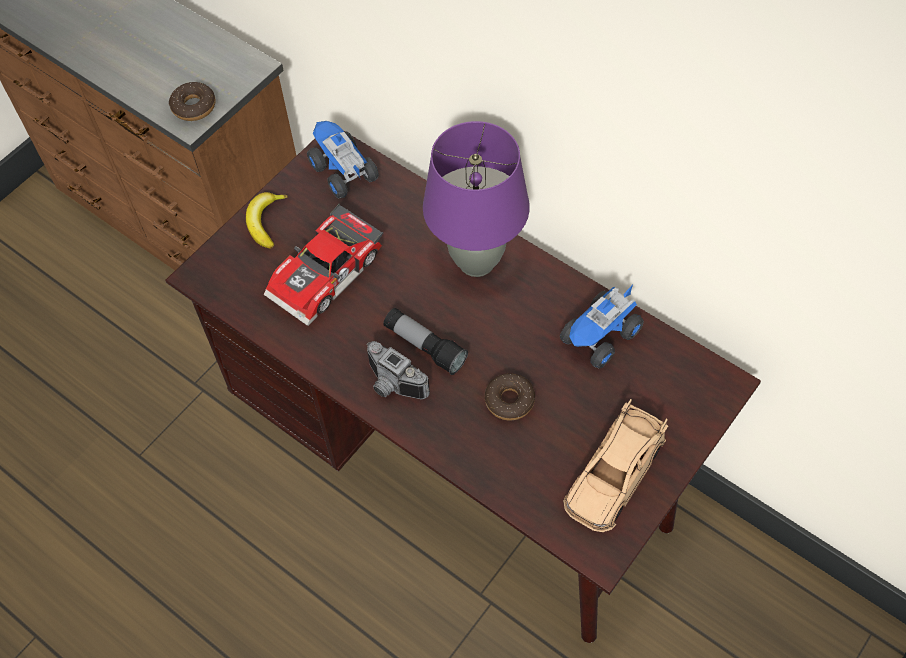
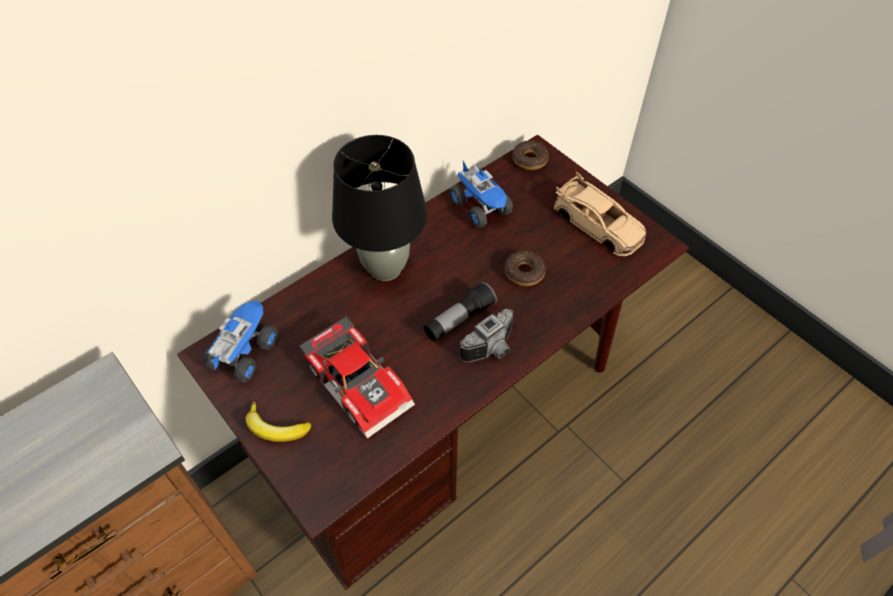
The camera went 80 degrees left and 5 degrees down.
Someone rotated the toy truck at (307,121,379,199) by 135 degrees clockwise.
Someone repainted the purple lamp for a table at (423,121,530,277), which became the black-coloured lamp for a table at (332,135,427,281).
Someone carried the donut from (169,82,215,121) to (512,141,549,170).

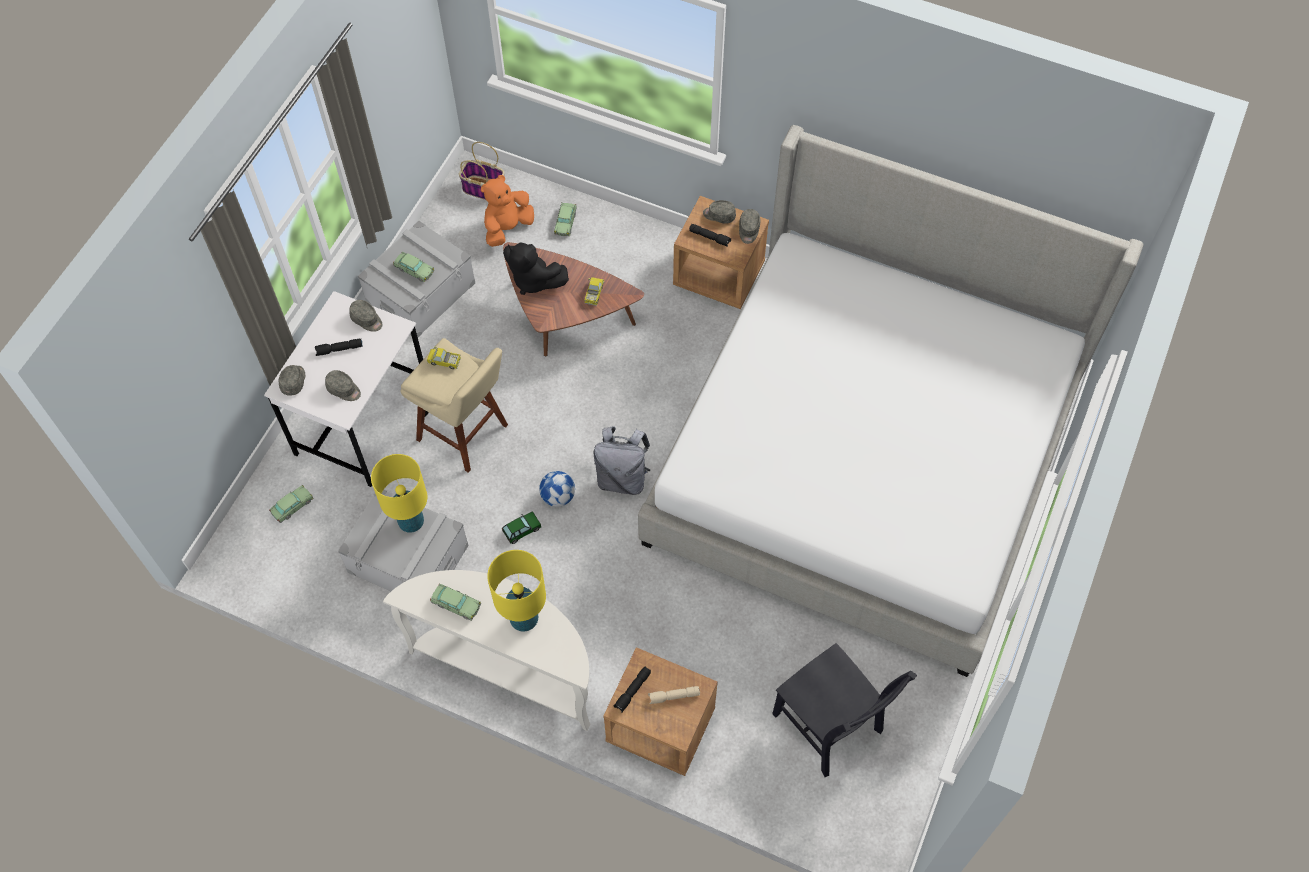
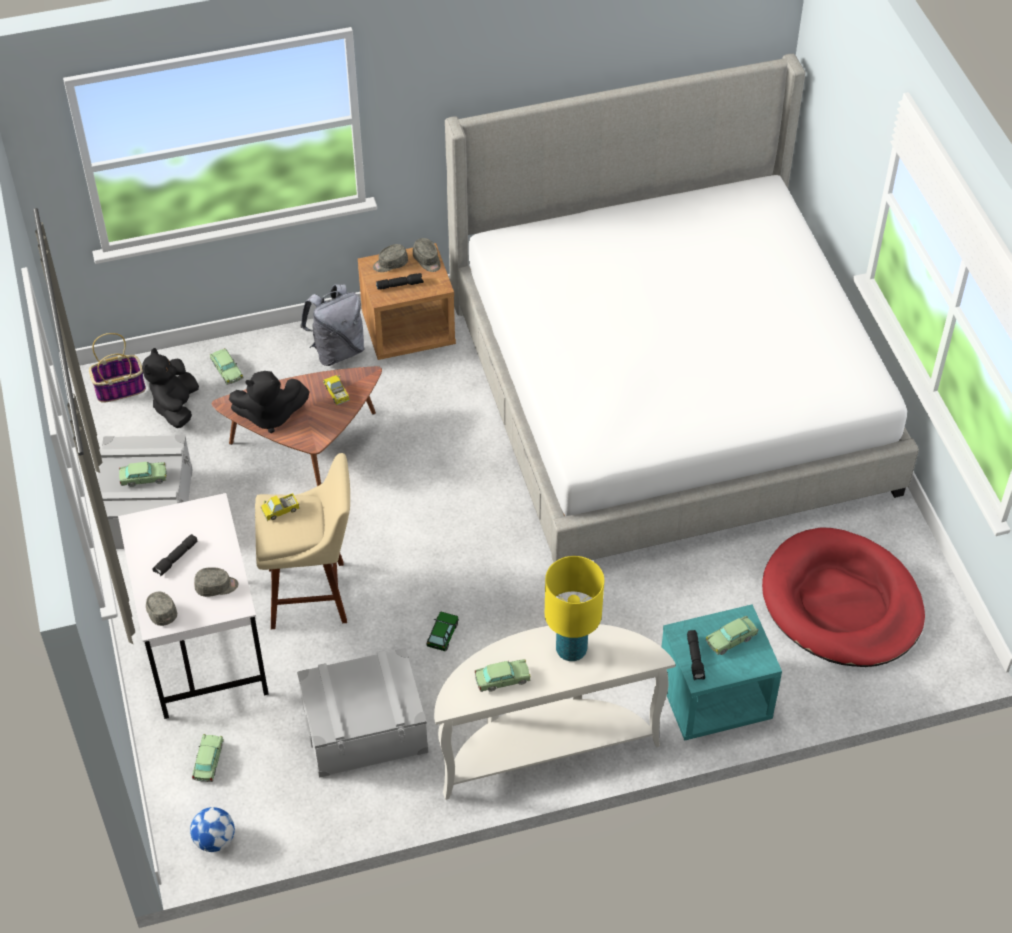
The camera went 40 degrees left and 10 degrees down.
Someone repainted the orange plush toy at (481,175,534,247), which became the black-coloured plush toy at (142,348,199,428).
Someone carried the football ball from (539,471,575,507) to (190,807,235,852).
Someone carried the greyish rucksack from (593,426,650,495) to (300,284,364,366).
Someone repainted the brownish night table at (603,647,718,776), which became the blue-green night table at (661,604,782,741).
Someone swapped the sand-coloured flashlight at (648,686,700,704) for the model car at (705,616,758,655).
Someone swapped the black-coloured upright chair at (772,643,917,777) for the red pet bed at (762,527,925,667).
Someone took away the greyish peaked cap at (349,300,382,332).
Someone took away the yellow lamp for a table at (371,454,427,533).

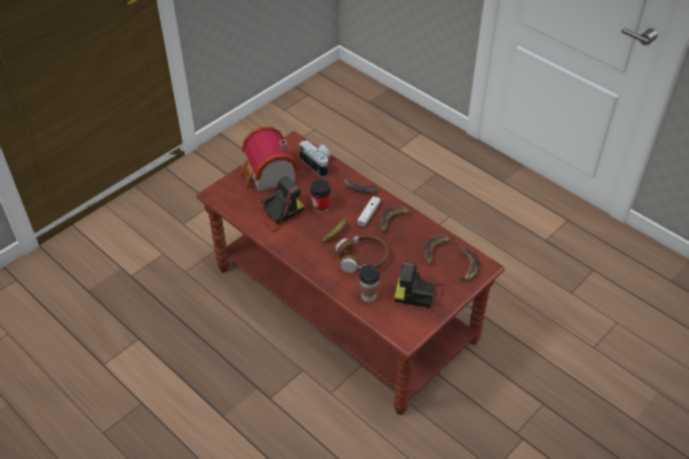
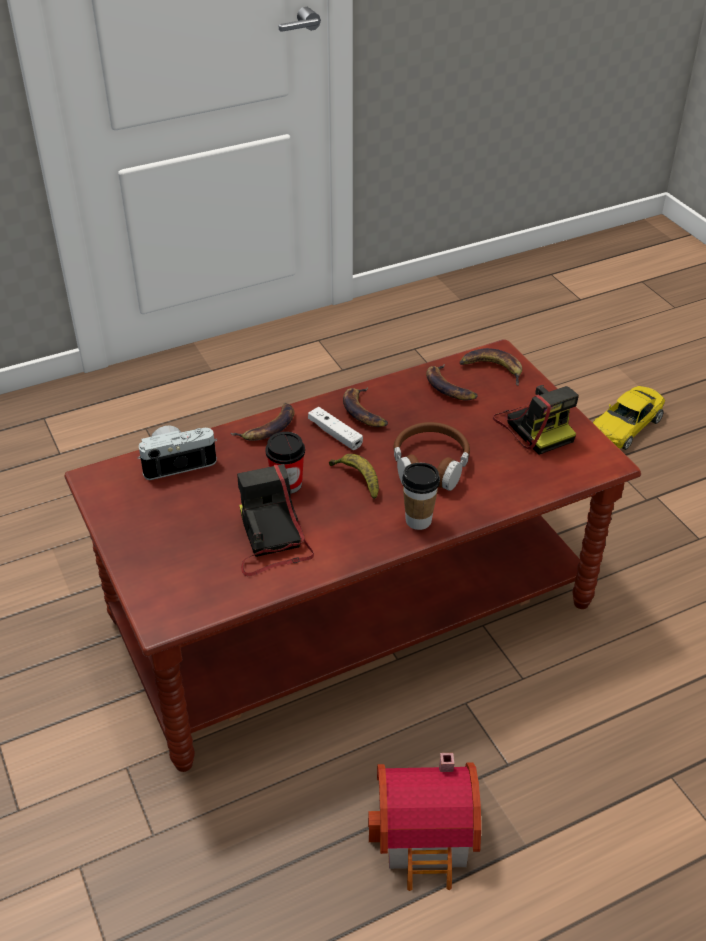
The camera went 70 degrees left and 5 degrees down.
Someone carried the model house from (239,126,299,192) to (368,753,481,891).
Someone carried the drinking cup from (359,265,380,302) to (402,463,440,530).
Someone rotated the still camera at (395,260,444,317) by 60 degrees counterclockwise.
Someone put down the yellow model car at (592,386,665,450).

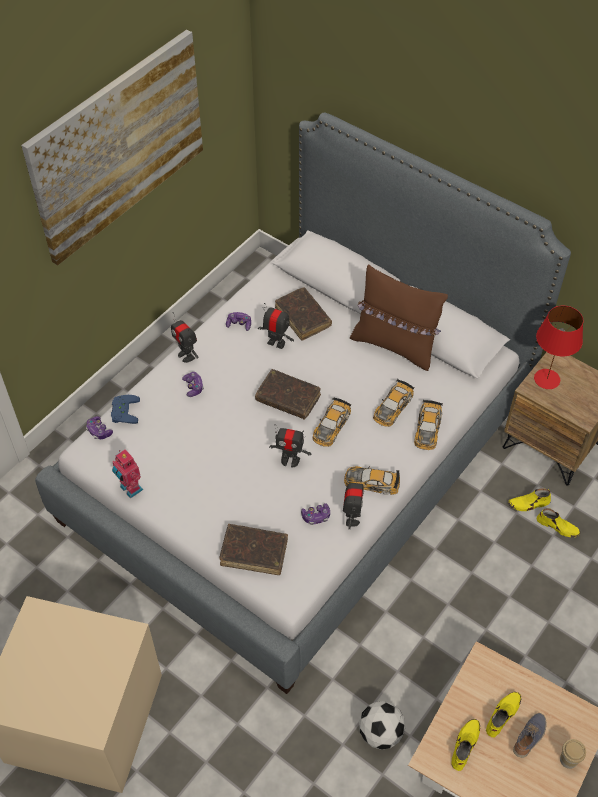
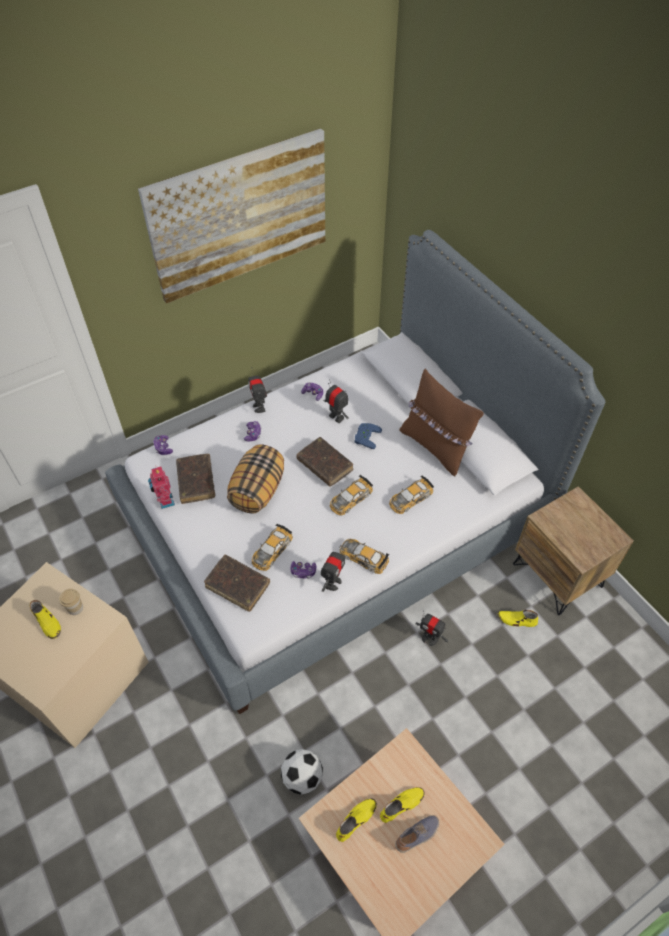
The camera went 20 degrees right and 0 degrees up.
Someone carried the yellow item of footwear from (536,508,580,537) to (30,600,61,639).
Someone carried the drinking cup from (560,739,586,769) to (59,589,83,615).
Someone carried the brownish book from (275,287,332,341) to (176,454,215,504).
Someone put down the throw pillow at (227,444,284,514).
Someone carried the model car from (414,400,443,450) to (252,524,293,571).
Someone carried the bluish game controller from (111,395,140,424) to (355,423,382,449).
Someone carried the model robot from (269,424,312,467) to (415,611,448,646).
Someone took away the red lamp for a table at (534,306,583,389).

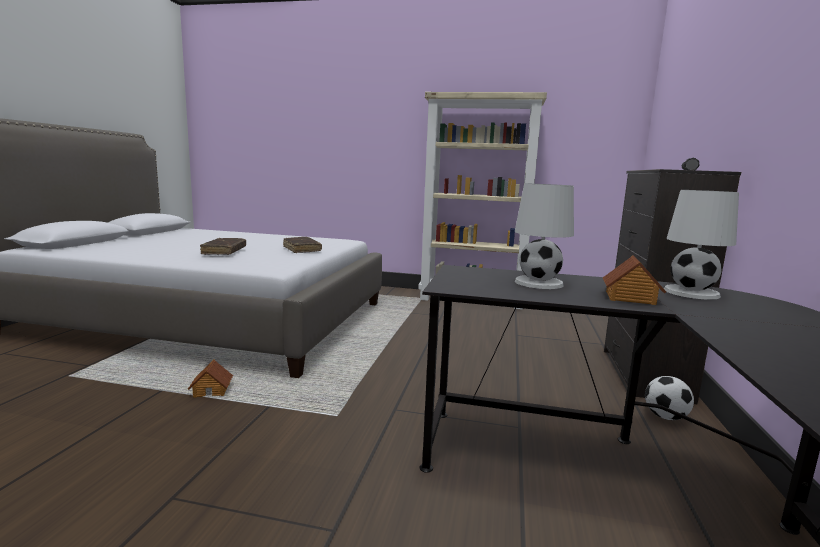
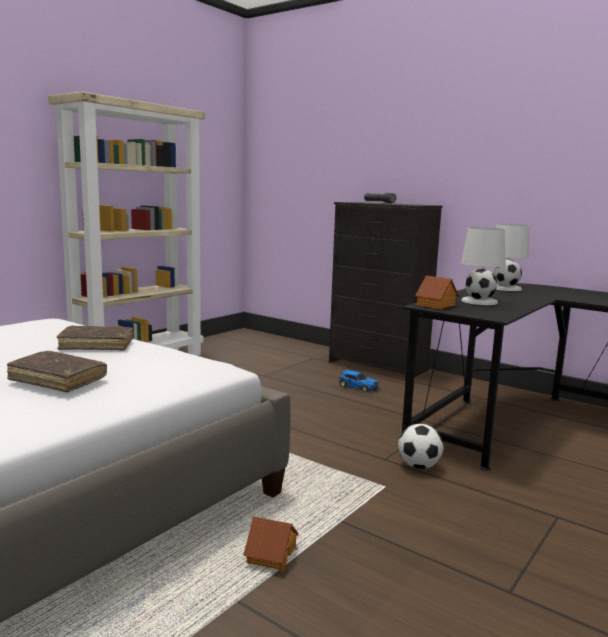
The camera went 65 degrees left and 0 degrees up.
Someone put down the model car at (339,369,379,392).
Someone carried the football ball from (645,376,694,420) to (398,424,443,469).
Someone carried the model house from (603,256,666,305) to (415,276,459,309).

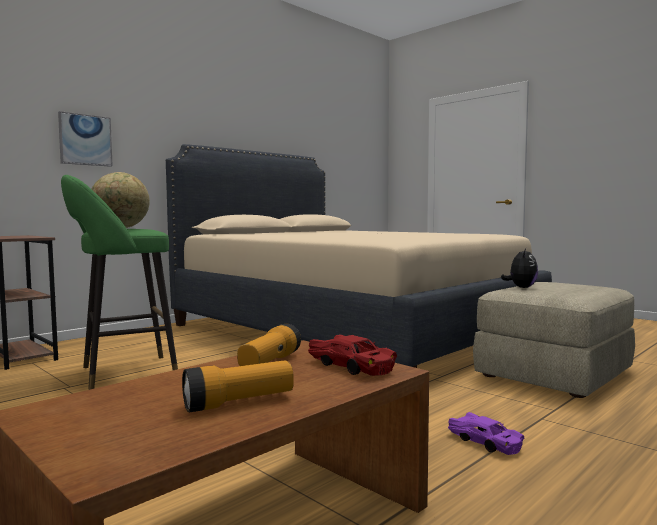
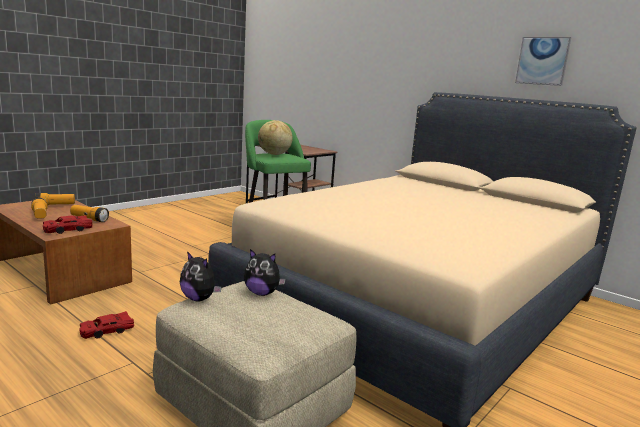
The camera went 85 degrees right and 10 degrees up.
Someone put down the flashlight at (35,193,75,206).
Someone repainted the purple model car at (448,412,524,455), which became the red model car at (79,311,134,339).
Someone put down the plush toy at (180,251,221,302).
Someone carried the wall picture from (58,111,113,167) to (515,37,571,86).

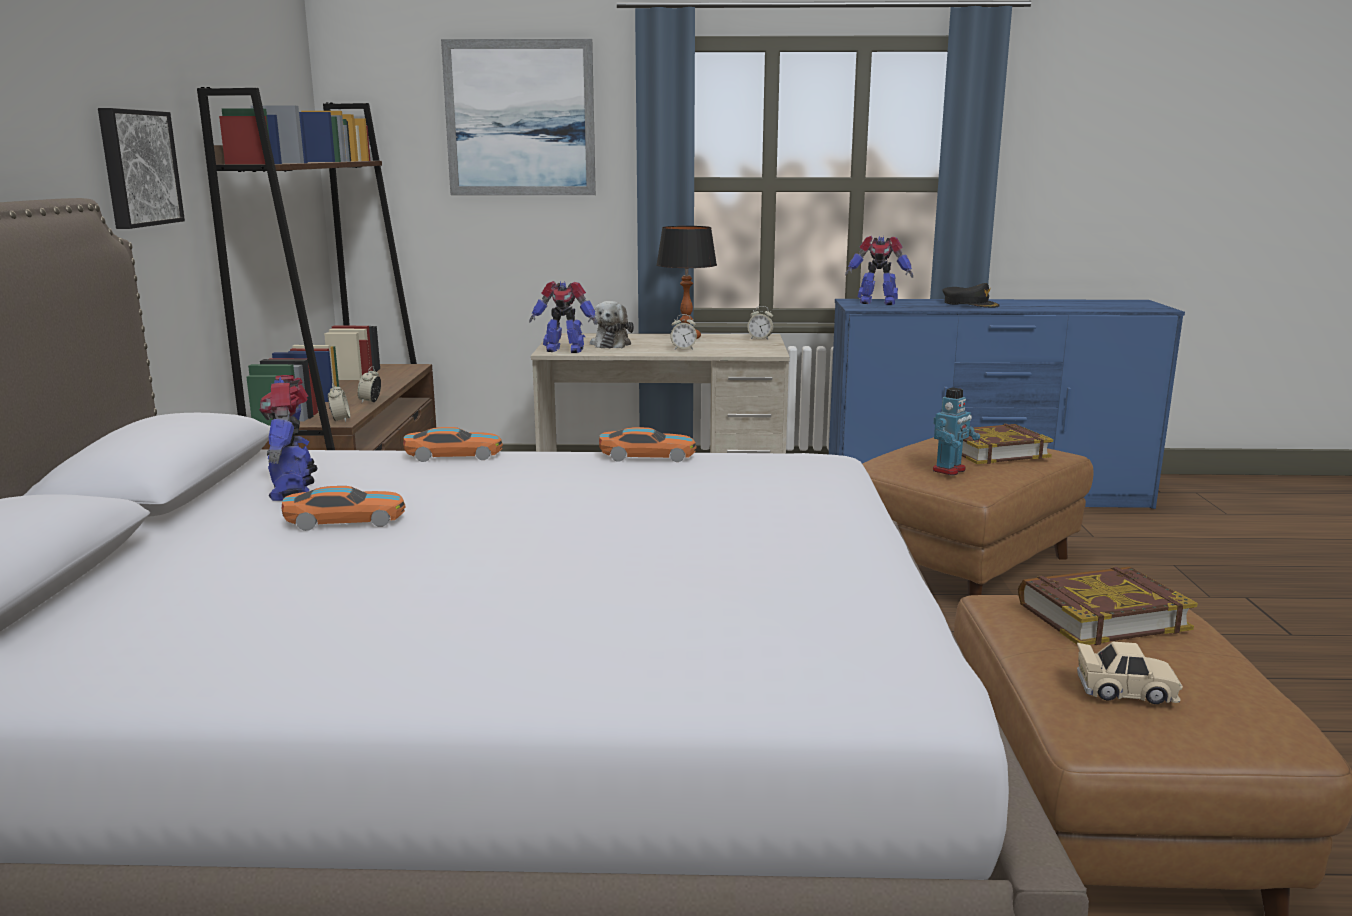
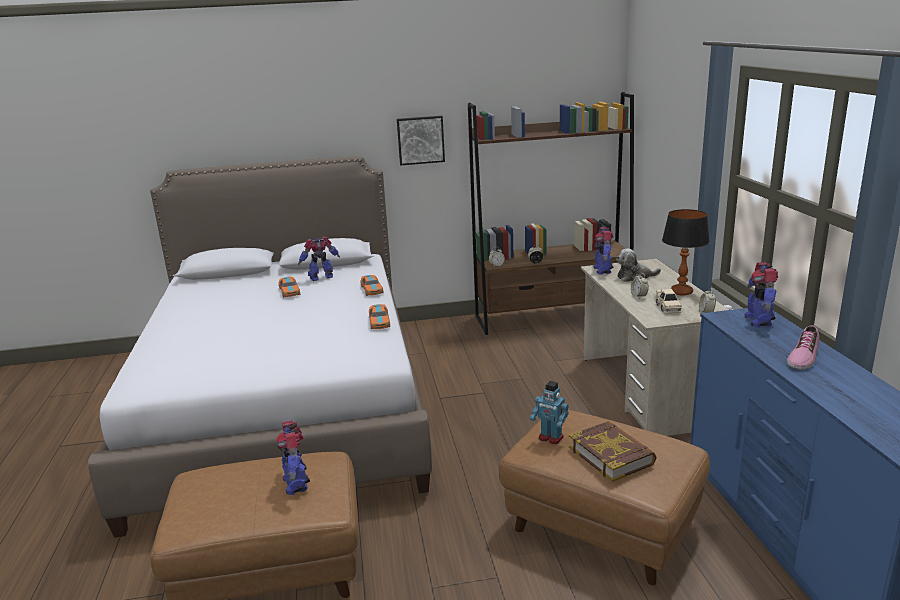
The camera went 80 degrees right and 5 degrees up.
Someone swapped the book at (1018,566,1198,645) for the model robot at (276,420,310,495).
Someone carried the sand-coloured model car from (1077,642,1183,704) to (656,289,682,313).
Someone swapped the black-coloured peaked cap at (943,283,1000,308) for the item of footwear at (787,325,819,370).
Someone took away the wall picture at (441,39,596,195).

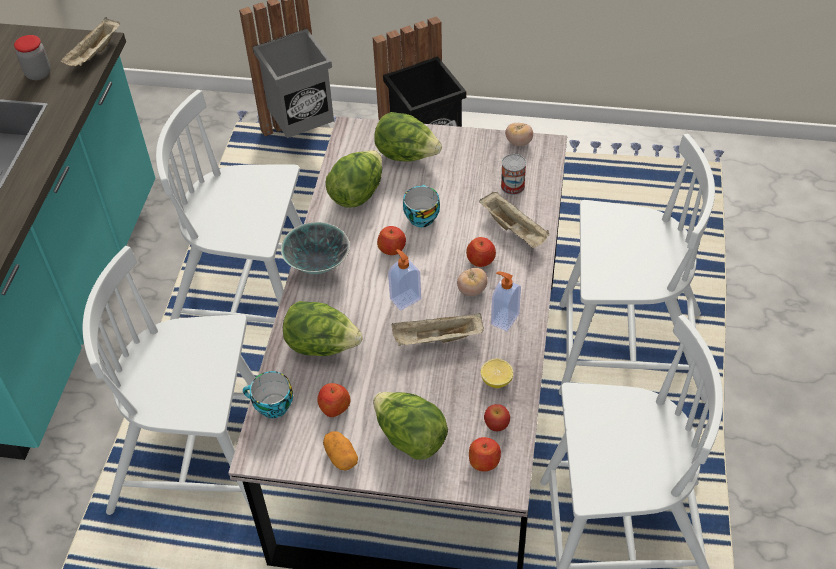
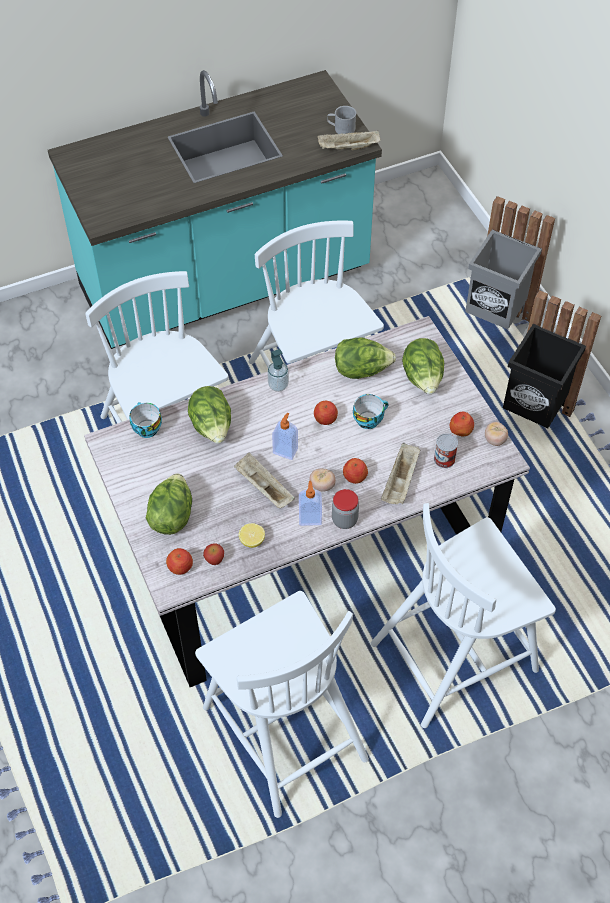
The camera went 55 degrees right and 5 degrees up.
Someone swapped the serving bowl at (281,222,350,274) for the soap bottle at (267,349,289,392).
Someone put down the greyish mug at (327,106,356,134).
Someone carried the storage jar from (14,35,51,80) to (332,489,359,529).
Someone rotated the white-coloured upright chair at (559,134,715,402) by 90 degrees clockwise.
Someone carried the whole apple from (317,383,351,417) to (450,412,474,436).
Someone took away the spud at (323,431,358,471).

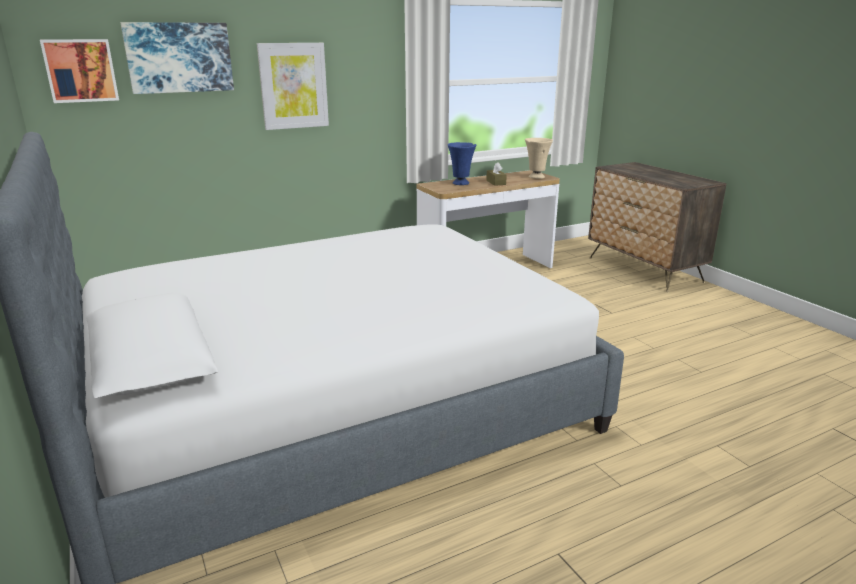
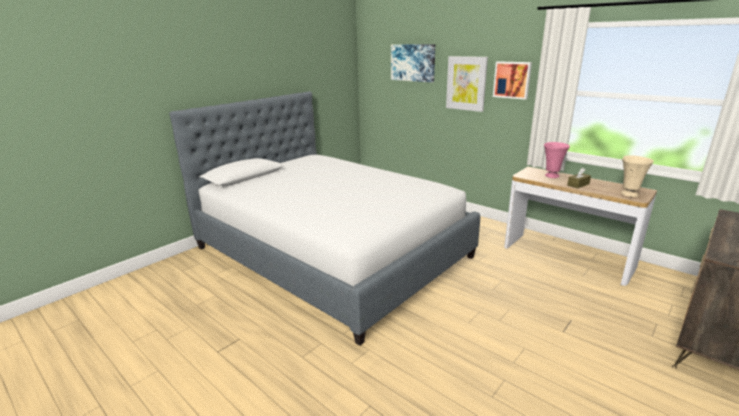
The camera went 70 degrees right and 0 degrees up.
Someone carried the wall picture from (40,39,119,103) to (493,61,532,100).
Someone repainted the bluish vase at (448,142,476,185), which became the pinkish vase at (544,142,570,178).

